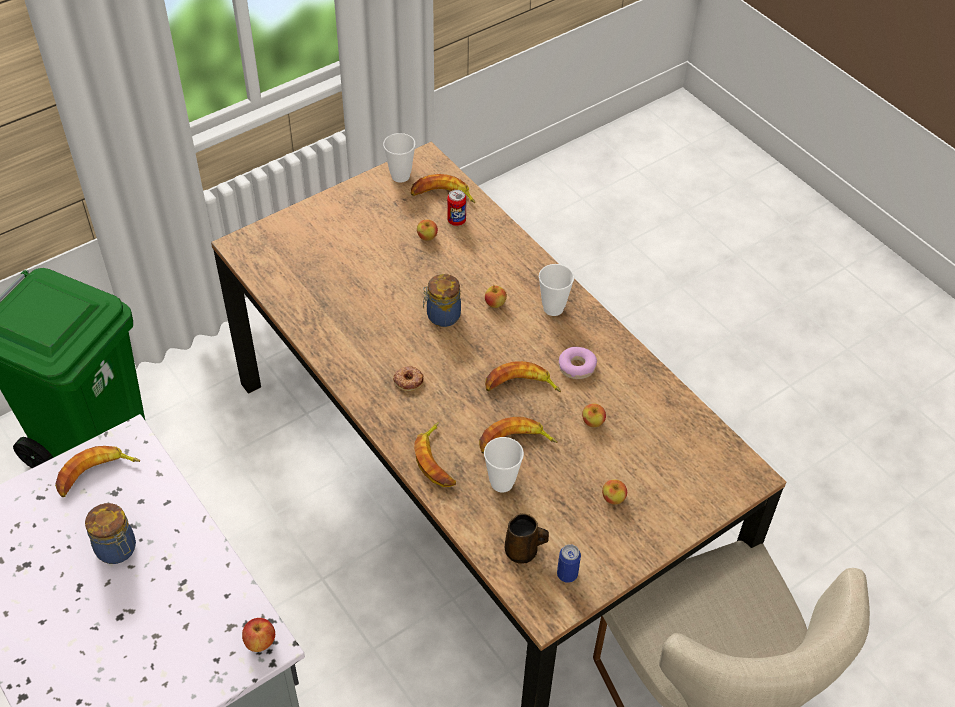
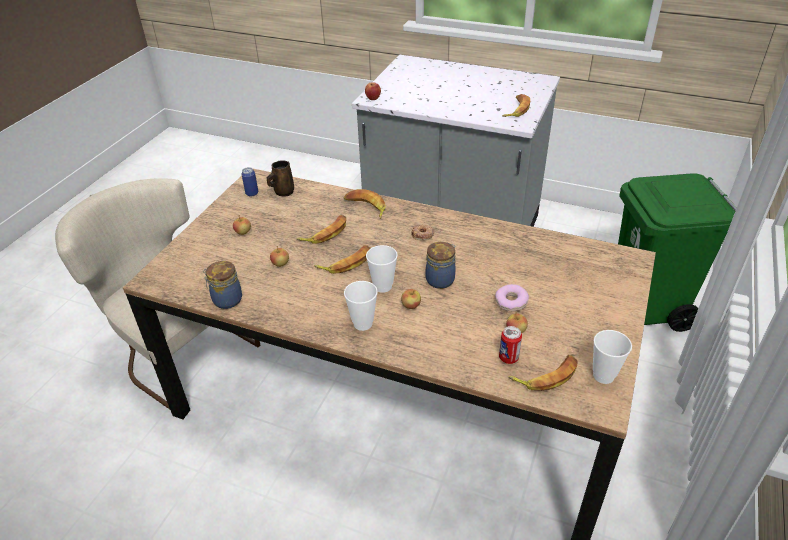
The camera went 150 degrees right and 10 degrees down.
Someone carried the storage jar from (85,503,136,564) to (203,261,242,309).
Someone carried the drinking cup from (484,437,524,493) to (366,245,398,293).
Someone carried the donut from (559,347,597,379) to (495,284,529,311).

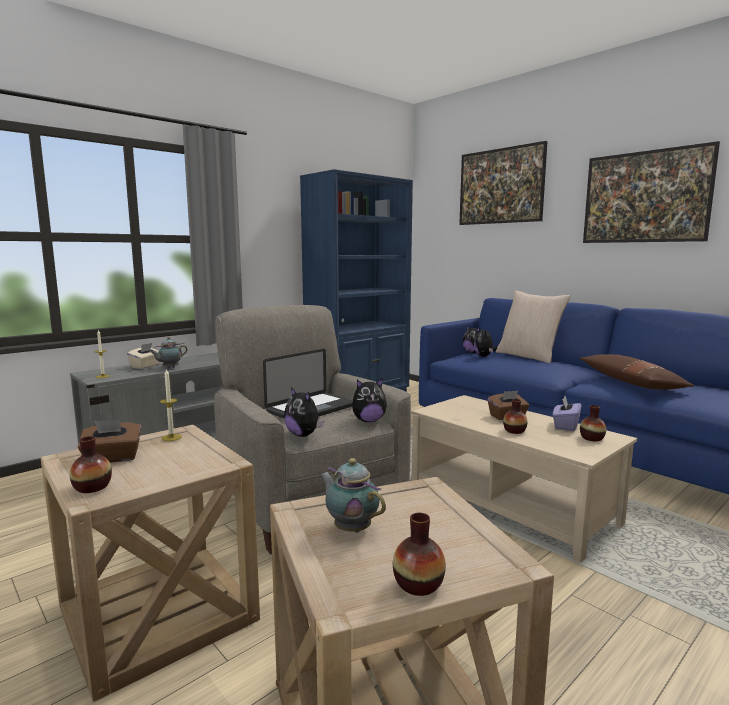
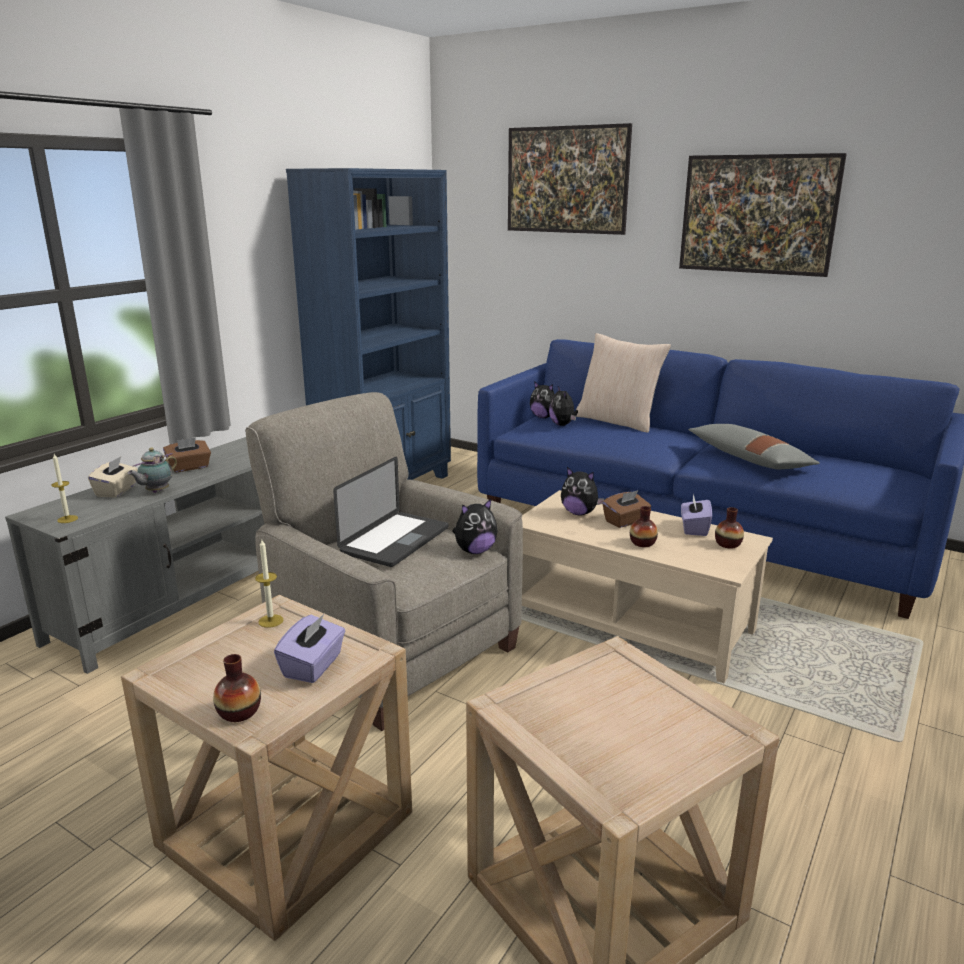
The camera went 15 degrees left and 10 degrees up.
Someone carried the brownish tissue holder from (78,420,141,463) to (163,437,211,473).
Someone put down the purple tissue holder at (274,614,345,683).
Someone carried the plush toy from (284,387,324,437) to (561,467,605,515).
Someone repainted the brownish throw pillow at (580,354,694,390), which became the greyish throw pillow at (688,424,820,469).
Someone took away the teapot at (320,458,386,533).
Someone took away the vase at (393,513,446,596).

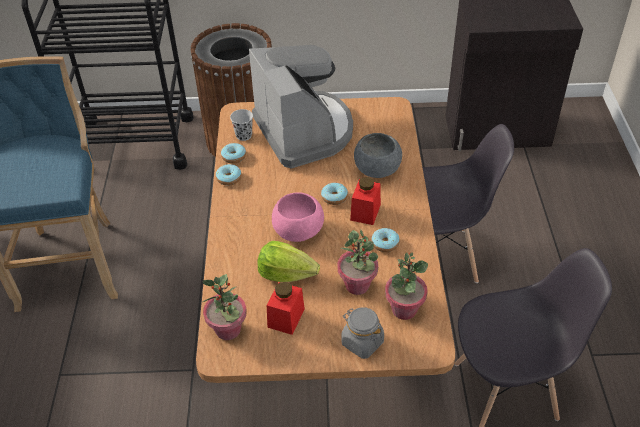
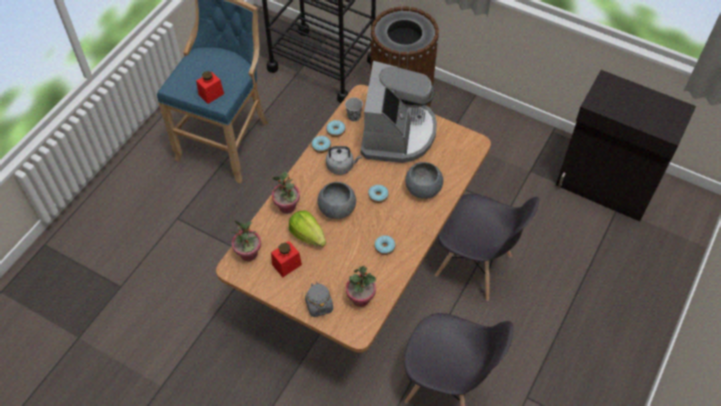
The camera went 30 degrees right and 10 degrees up.
Someone carried the red storage jar from (350,177,381,225) to (196,71,224,104).
Someone carried the houseplant from (337,230,378,295) to (272,172,300,214).
Someone repainted the pinkish serving bowl at (272,192,324,242), which became the greyish serving bowl at (317,182,356,219).
Someone put down the greyish kettle at (326,146,361,175).

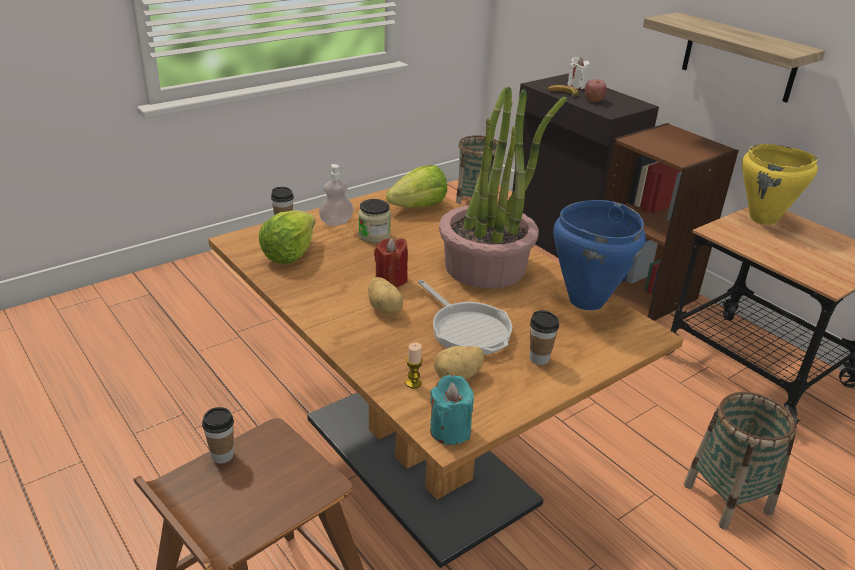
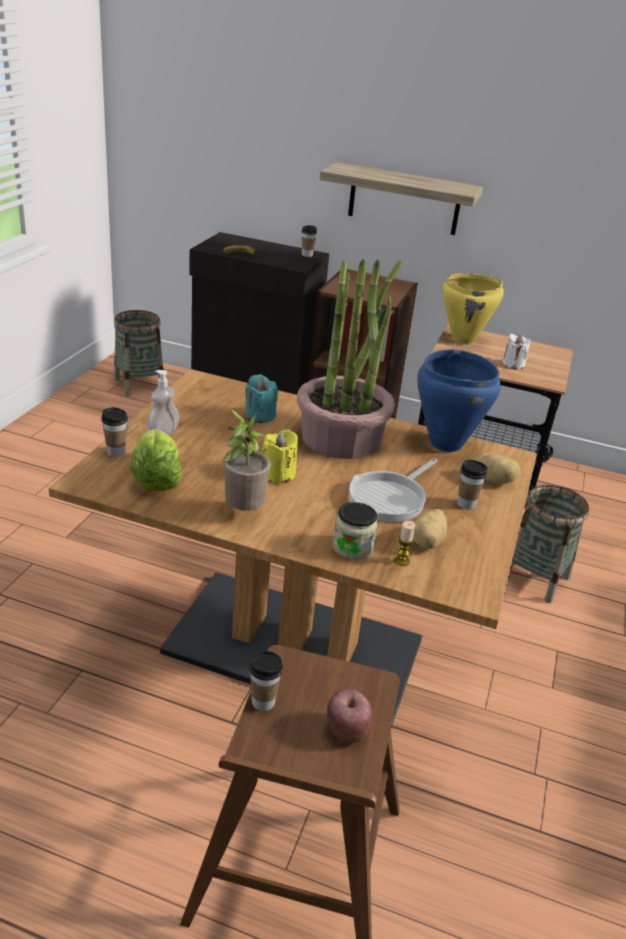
The camera went 35 degrees left and 0 degrees up.
Someone put down the houseplant at (223,410,271,511).
Someone carried the blue-green candle from (430,375,474,445) to (245,374,278,423).
Someone repainted the red candle at (374,238,408,287), which became the yellow candle at (262,429,298,484).
Someone put down the drinking cup at (301,225,317,257).
Someone carried the whole apple from (585,79,607,102) to (327,689,373,744).
Someone carried the storage jar from (358,199,391,243) to (333,502,378,560).
Someone rotated the pan at (418,280,512,355) by 105 degrees clockwise.
Someone carried the spud from (368,277,403,313) to (475,453,520,484).
Someone carried the white-coloured candle from (567,57,591,89) to (502,333,530,370).
Someone took away the head of lettuce at (386,165,447,208).

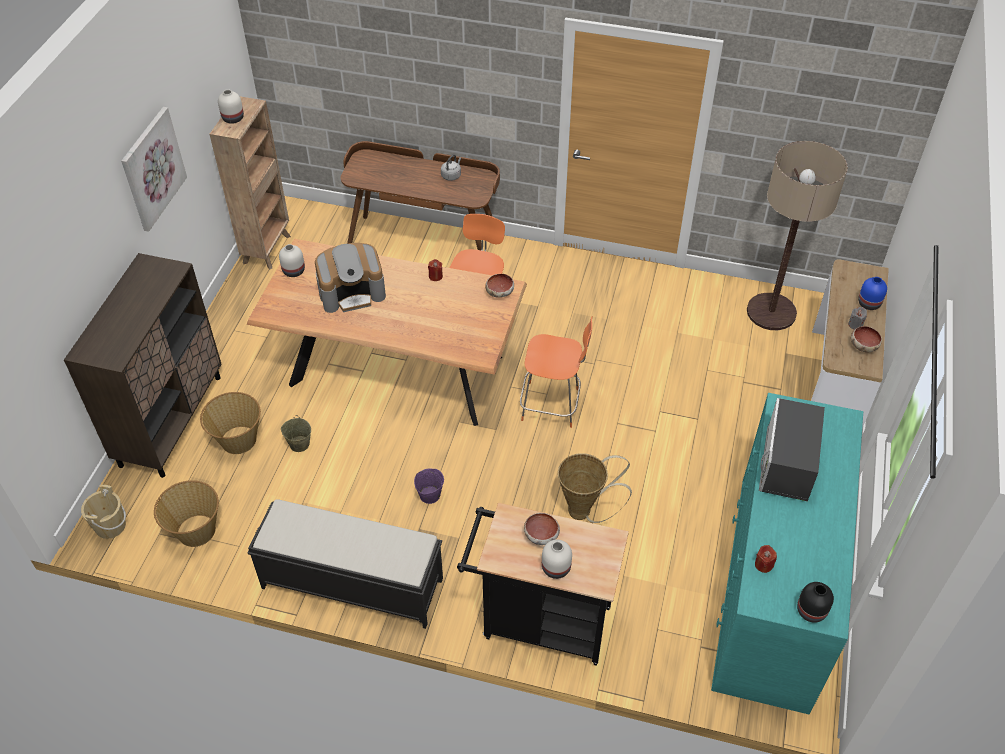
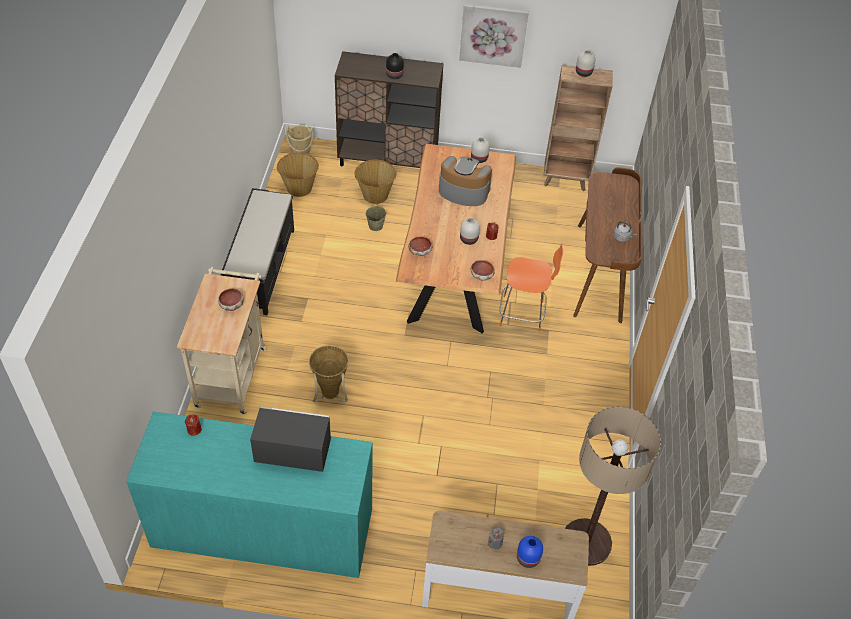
The camera went 80 degrees right and 0 degrees up.
Someone repainted the black-coloured cart at (457,503,629,666), which became the sand-coloured cart at (177,267,266,415).
Someone carried the black-coloured vase from (797,582,834,623) to (386,53,404,79).
Someone carried the serving bowl from (851,326,882,352) to (408,236,432,256).
Someone rotated the coffee maker at (315,243,386,313) by 135 degrees clockwise.
Someone carried the white-coloured vase from (542,540,572,579) to (460,218,480,245).
Someone took away the purple pail at (414,468,444,504).
Someone took away the orange upright chair at (520,317,592,428).

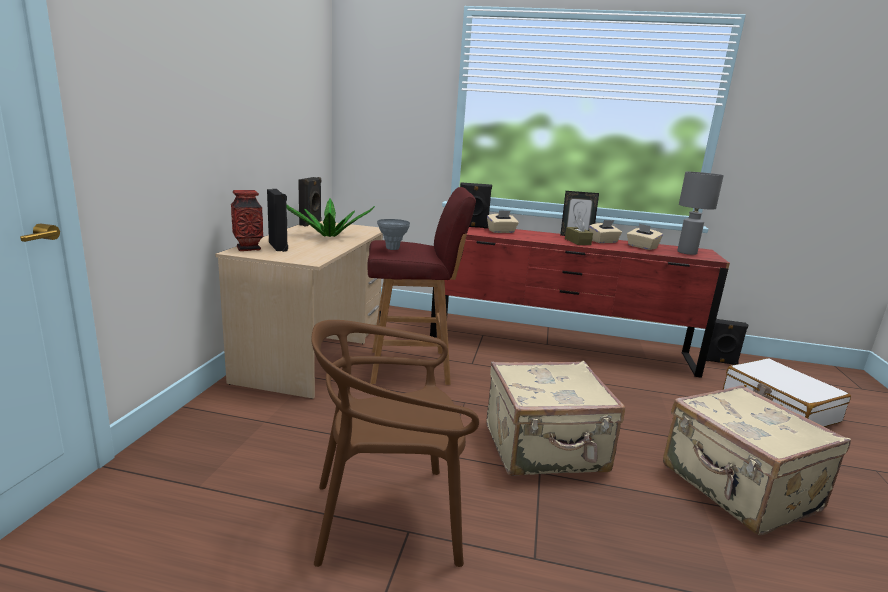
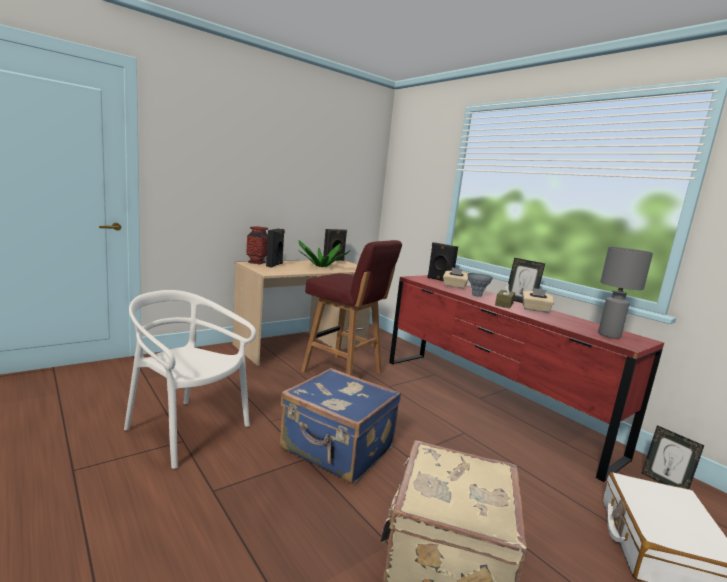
The camera went 40 degrees right and 5 degrees down.
Someone repainted the brownish upright chair at (311,320,479,567), which became the white-coloured upright chair at (124,290,256,469).
Someone repainted the sand-coloured travel case at (487,361,625,476), which became the bluish travel case at (280,368,401,484).
Someone carried the greyish vase from (377,219,410,250) to (468,273,493,297).
Someone swapped the black-coloured loudspeaker at (706,319,749,365) for the standing frame at (642,425,704,489).
Someone took away the sand-coloured tissue holder at (627,223,663,250).

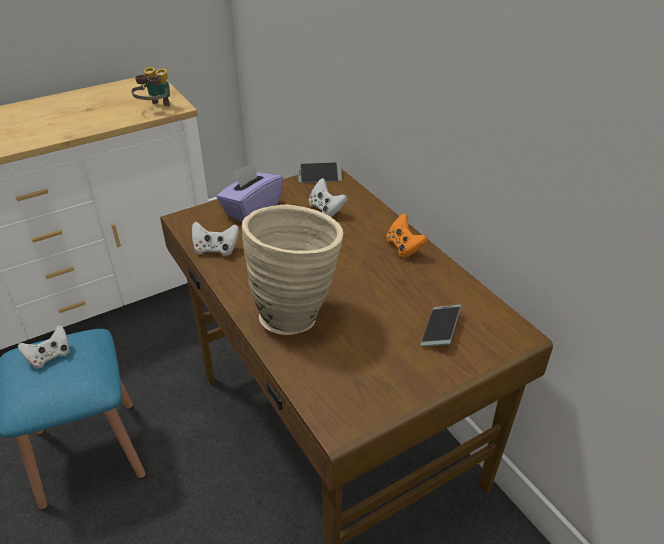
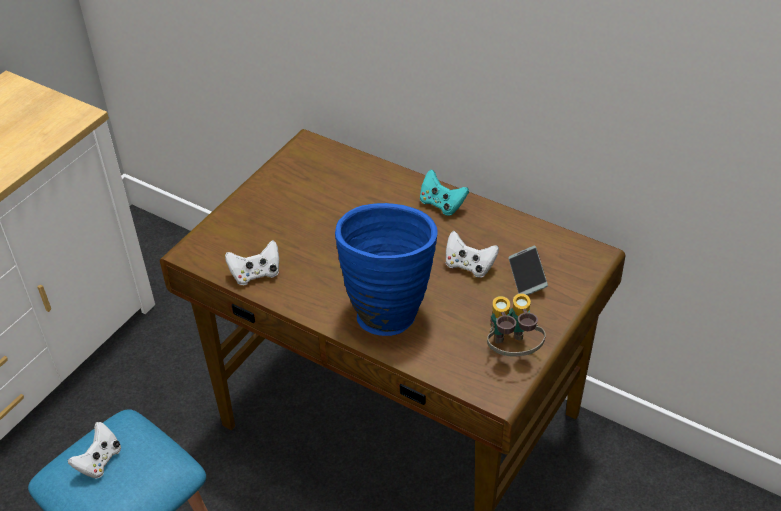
The camera went 25 degrees left and 5 degrees up.
Someone repainted the sand-coloured vase at (241,205,343,335), which became the bluish vase at (335,203,438,336).
Someone repainted the orange game controller at (386,214,428,258), which became the blue-green game controller at (420,169,469,216).
Someone carried the white-coloured game controller from (309,178,348,217) to (446,231,499,278).
Someone carried the field glasses from (131,67,170,107) to (487,293,546,357).
Someone took away the purple tissue holder at (217,162,283,222).
Someone took away the phone at (298,162,342,183).

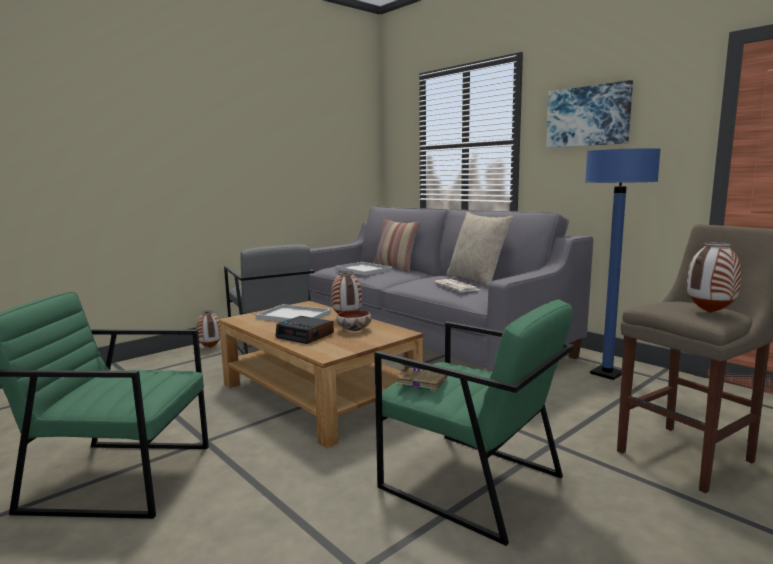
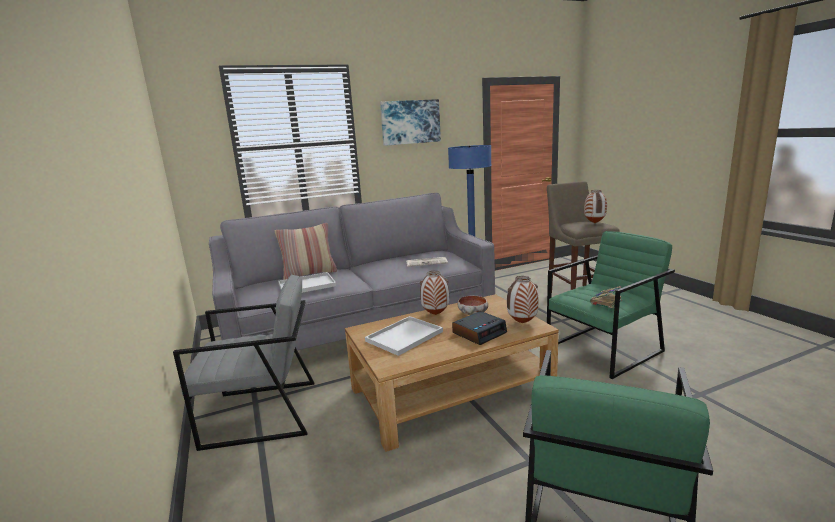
The camera went 70 degrees left and 5 degrees up.
Someone carried the vase from (196,310,220,348) to (507,276,539,323).
Someone took away the sand-coloured throw pillow at (446,212,513,287).

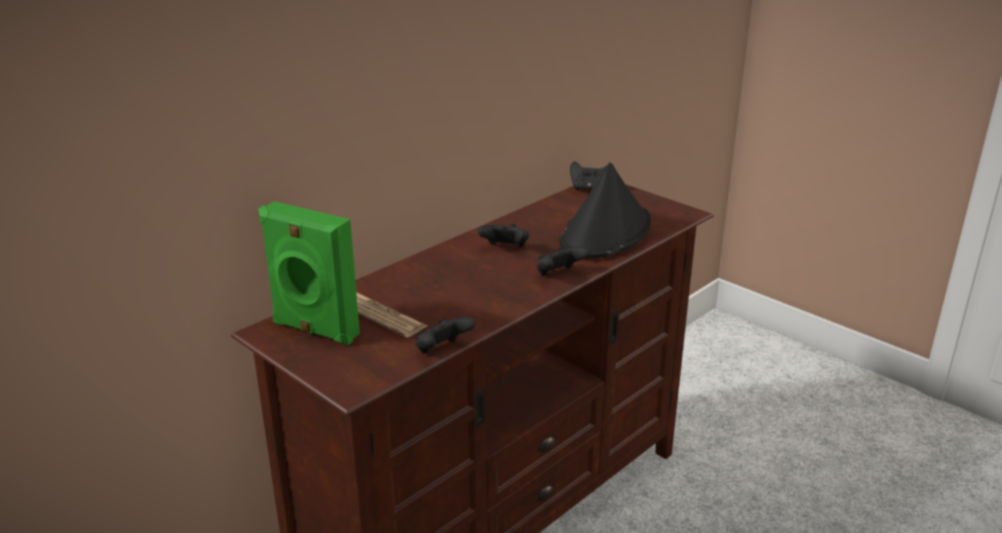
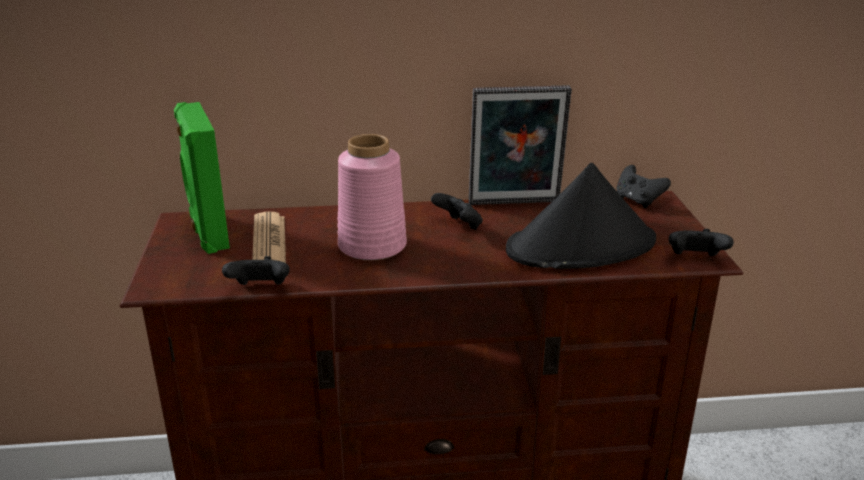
The camera went 40 degrees right and 0 degrees up.
Someone put down the pinkish vase at (338,134,407,261).
Someone put down the standing frame at (469,86,572,205).
Someone carried the black-coloured game controller from (536,247,589,276) to (669,229,734,256).

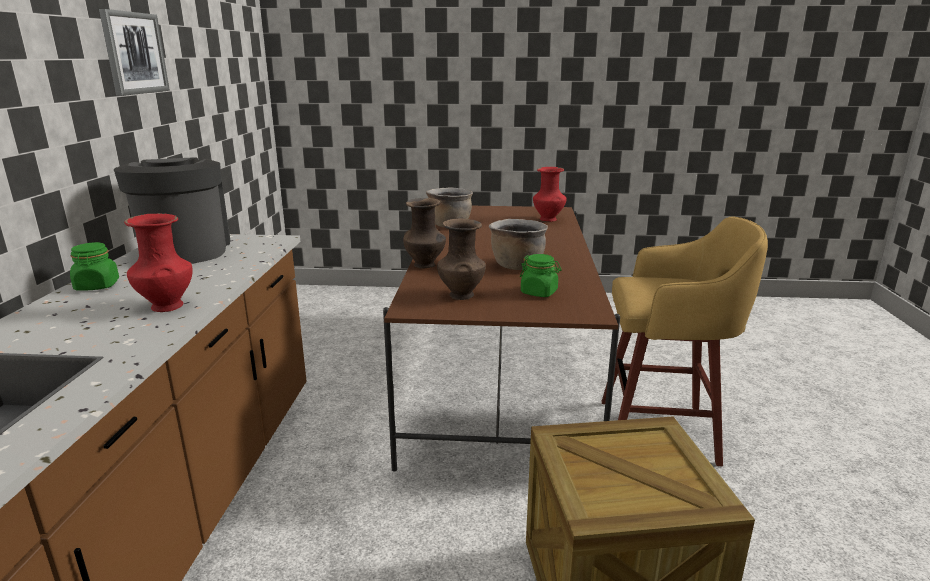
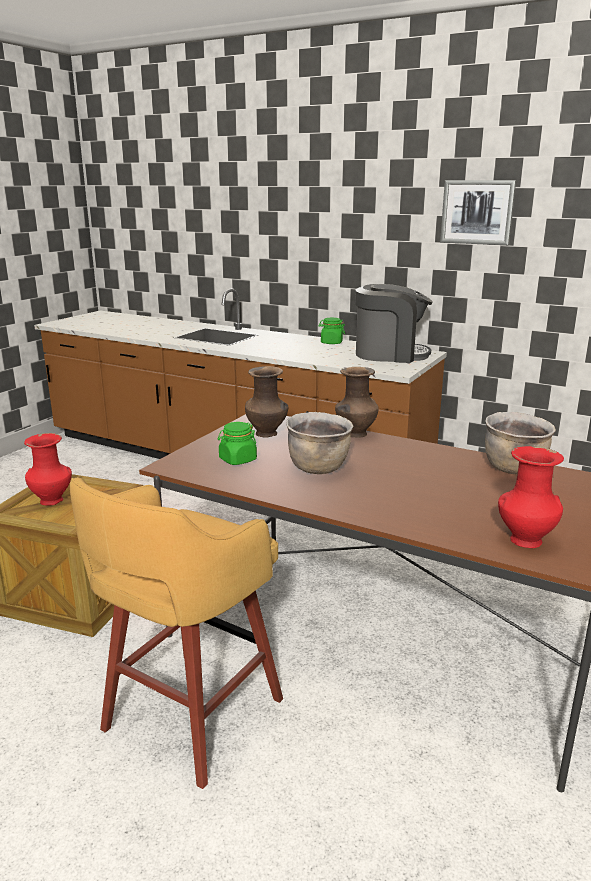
The camera went 115 degrees right and 0 degrees up.
Someone carried the red vase from (124,213,193,312) to (24,433,72,506).

